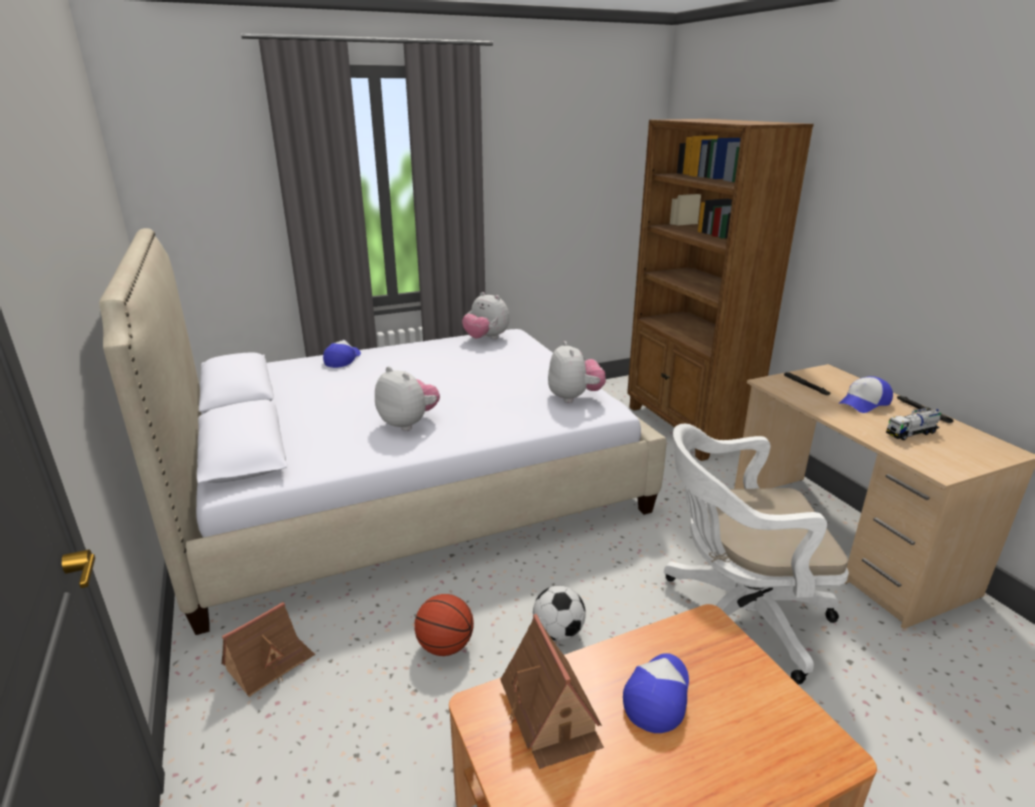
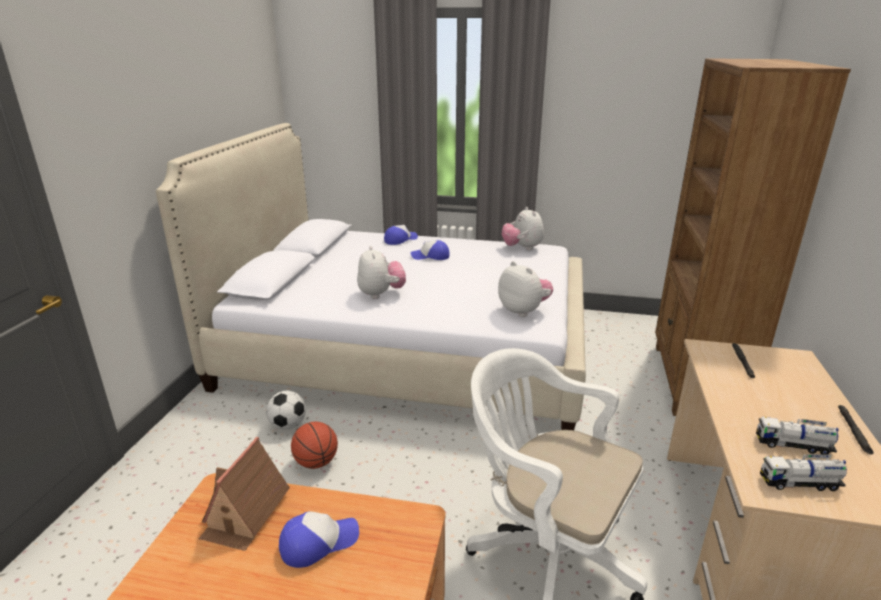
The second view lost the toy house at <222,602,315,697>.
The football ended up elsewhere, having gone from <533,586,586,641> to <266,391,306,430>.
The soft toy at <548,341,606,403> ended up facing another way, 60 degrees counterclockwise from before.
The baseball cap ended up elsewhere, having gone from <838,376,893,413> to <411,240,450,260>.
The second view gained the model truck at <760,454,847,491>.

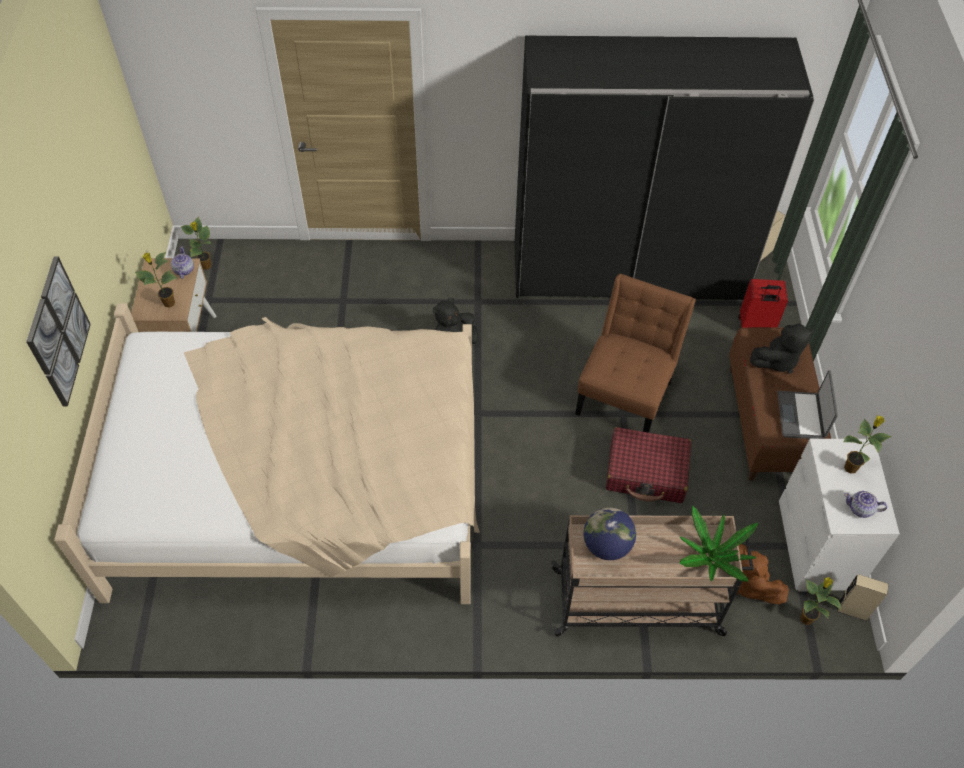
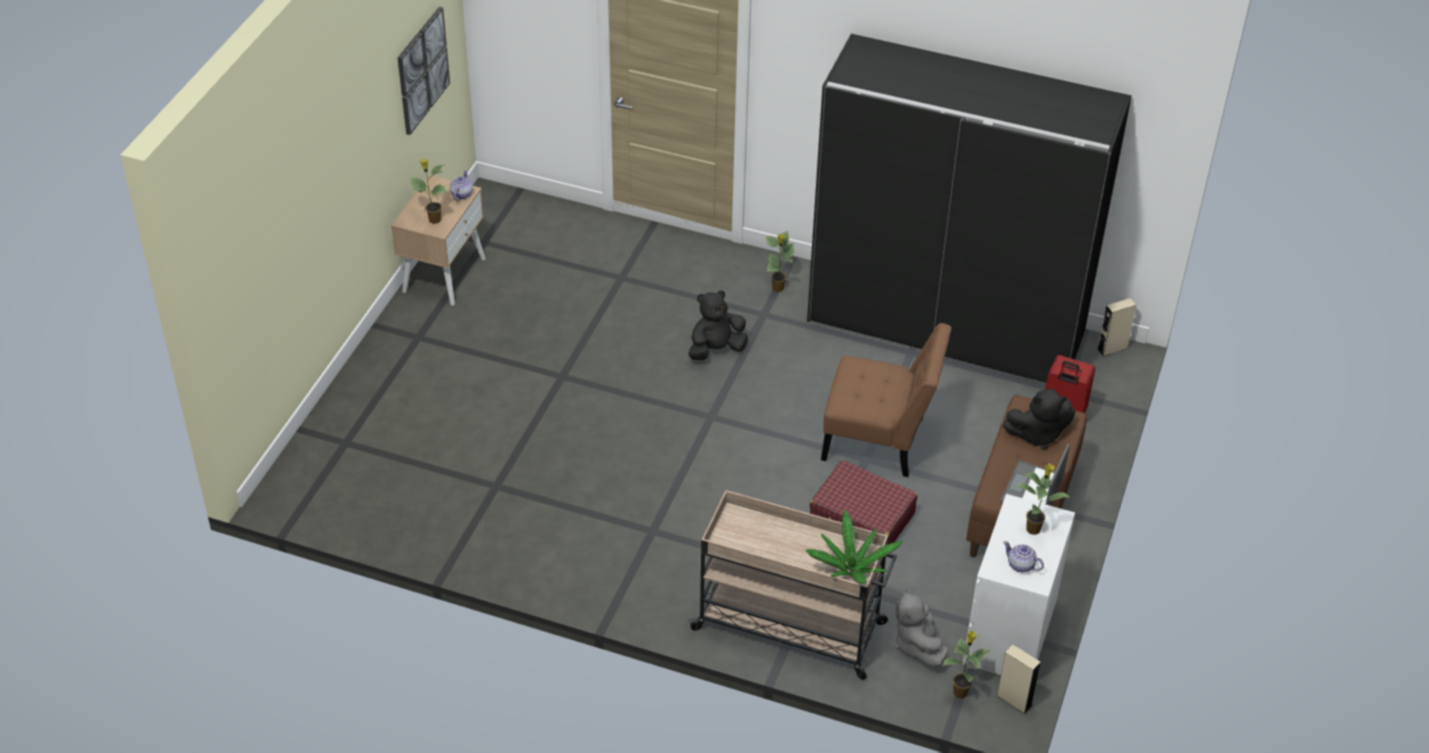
The wall picture ended up elsewhere, having gone from <26,256,91,406> to <398,7,450,135>.
The second view lost the sand-coloured sleeping bed at <54,303,480,604>.
The houseplant ended up elsewhere, having gone from <181,216,211,270> to <766,231,794,292>.
The brownish chair at <575,274,696,433> ended up facing another way, 60 degrees clockwise from before.
The second view lost the globe at <584,508,636,560>.
What was the brownish soft toy at <736,544,789,604> turned into the grey soft toy at <895,589,948,667>.

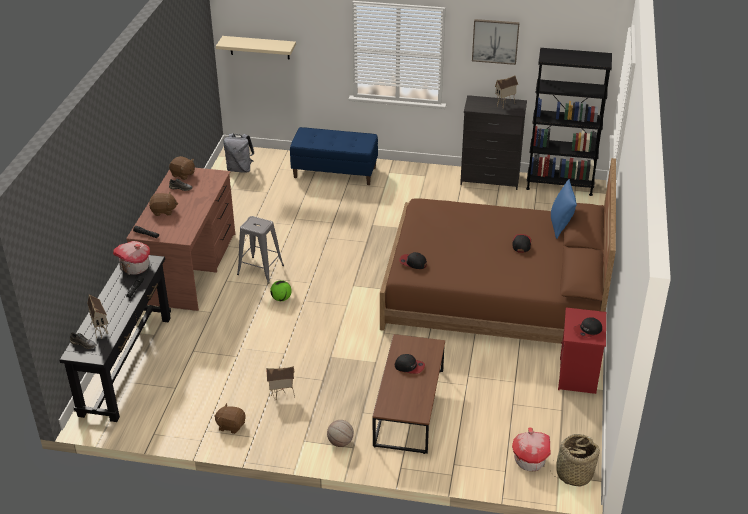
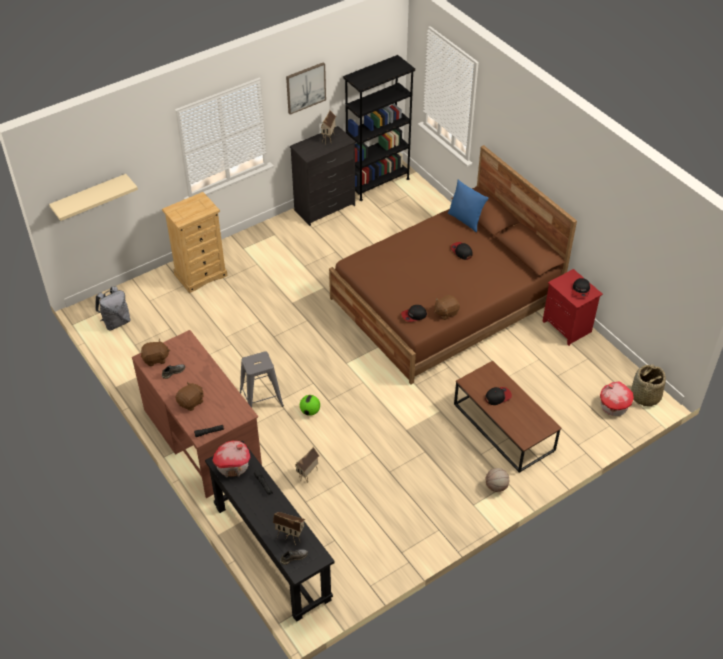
The brownish soft toy ended up elsewhere, having gone from <214,403,246,434> to <434,295,460,320>.
The toy house ended up elsewhere, having gone from <266,366,295,400> to <295,447,319,483>.
Where the blue-coloured indoor bench stood at <290,127,378,185>, the sand-coloured dresser came to stand at <162,192,228,293>.

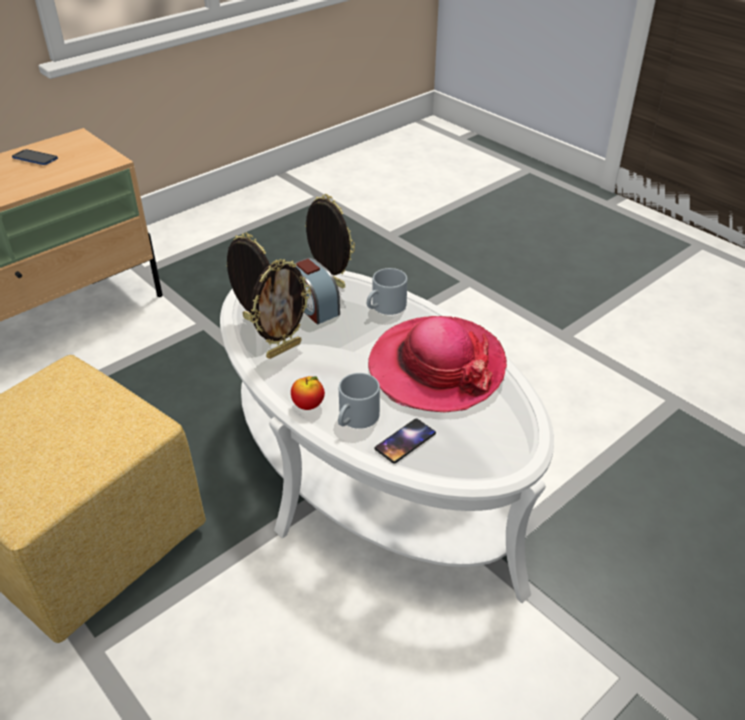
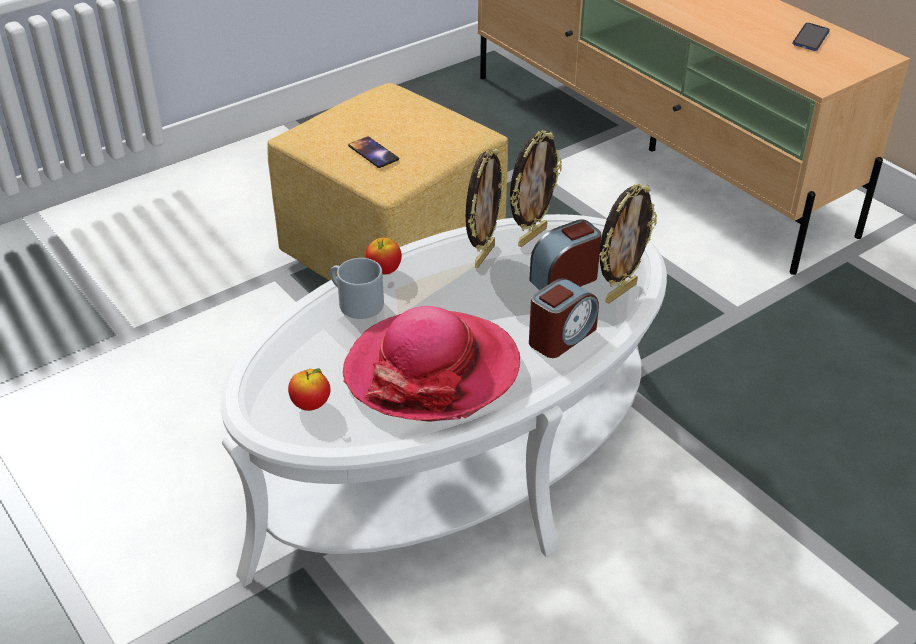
The photo frame at <249,259,311,359> ended up facing another way, 120 degrees counterclockwise from before.
Where the grey mug stood at <367,268,407,315>, the table clock came to stand at <529,278,599,358>.
The telephone ended up elsewhere, having gone from <375,419,436,464> to <348,136,399,168>.
The second view gained the apple fruit at <288,369,331,411>.

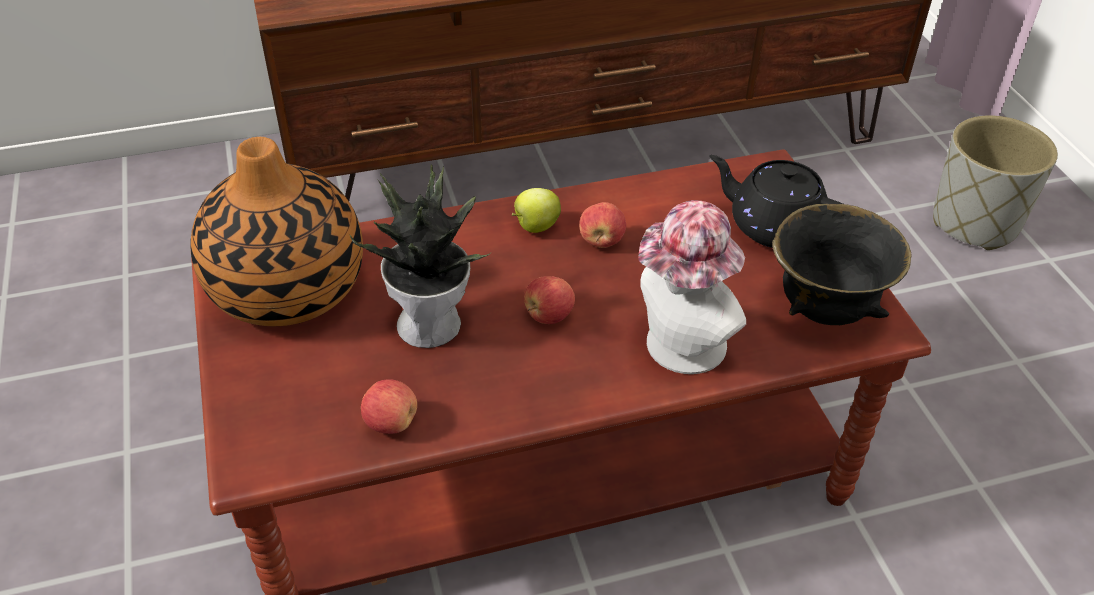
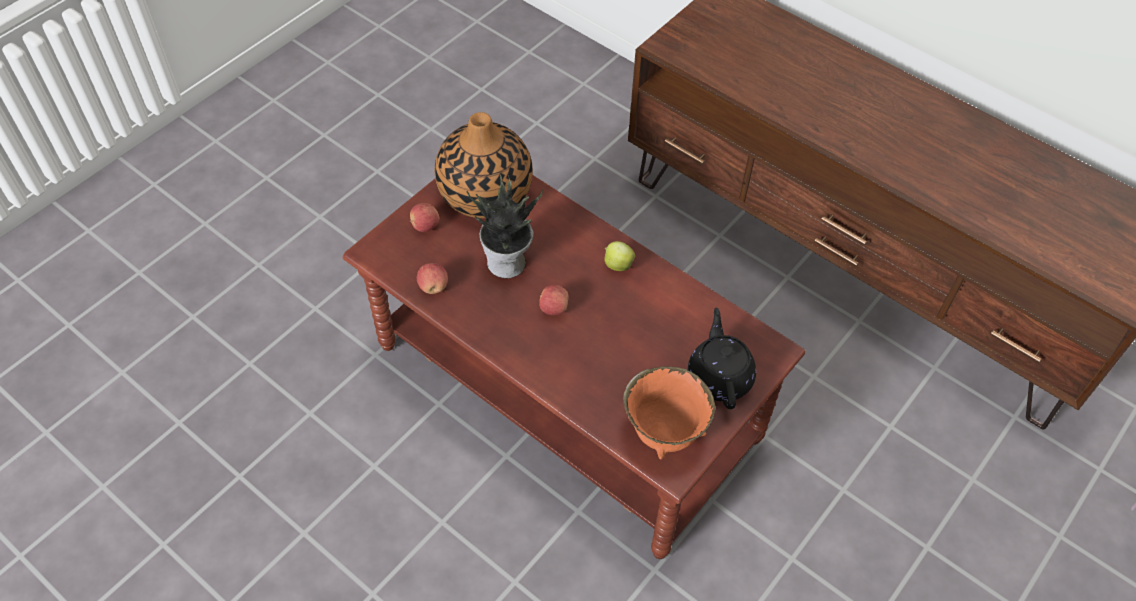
The apple fruit ended up elsewhere, having gone from <579,202,626,248> to <410,203,439,232>.
The second view lost the wearable hat at <639,200,746,374>.
What was the blackish deep dish at <772,204,912,325> turned into the orange-coloured deep dish at <623,366,715,459>.
The second view lost the grey flower pot at <933,115,1058,250>.

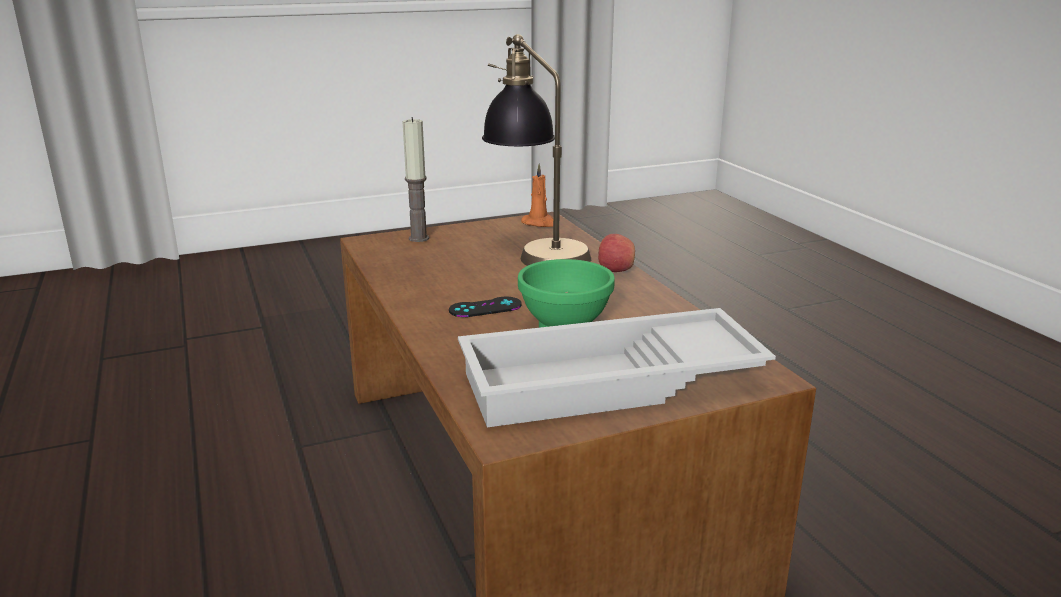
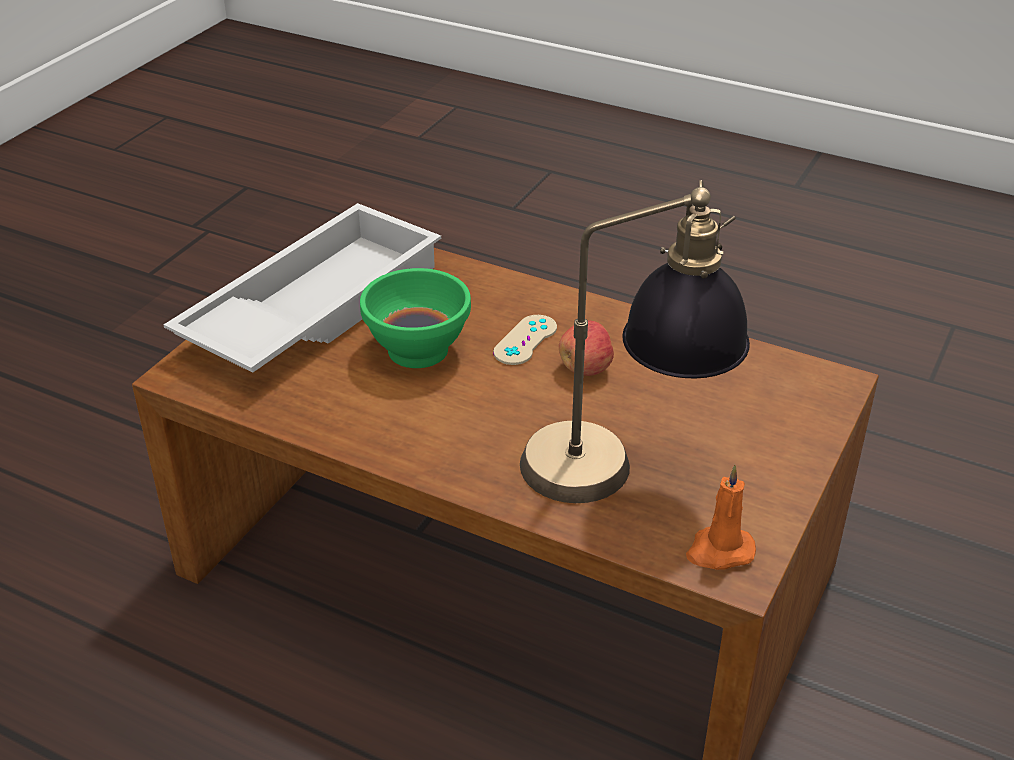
The second view lost the wax candle at <403,117,429,242>.
What was the blackish game controller at <449,297,522,317> turned into the sand-coloured game controller at <493,315,557,365>.
The apple fruit ended up elsewhere, having gone from <598,234,635,272> to <559,321,614,376>.

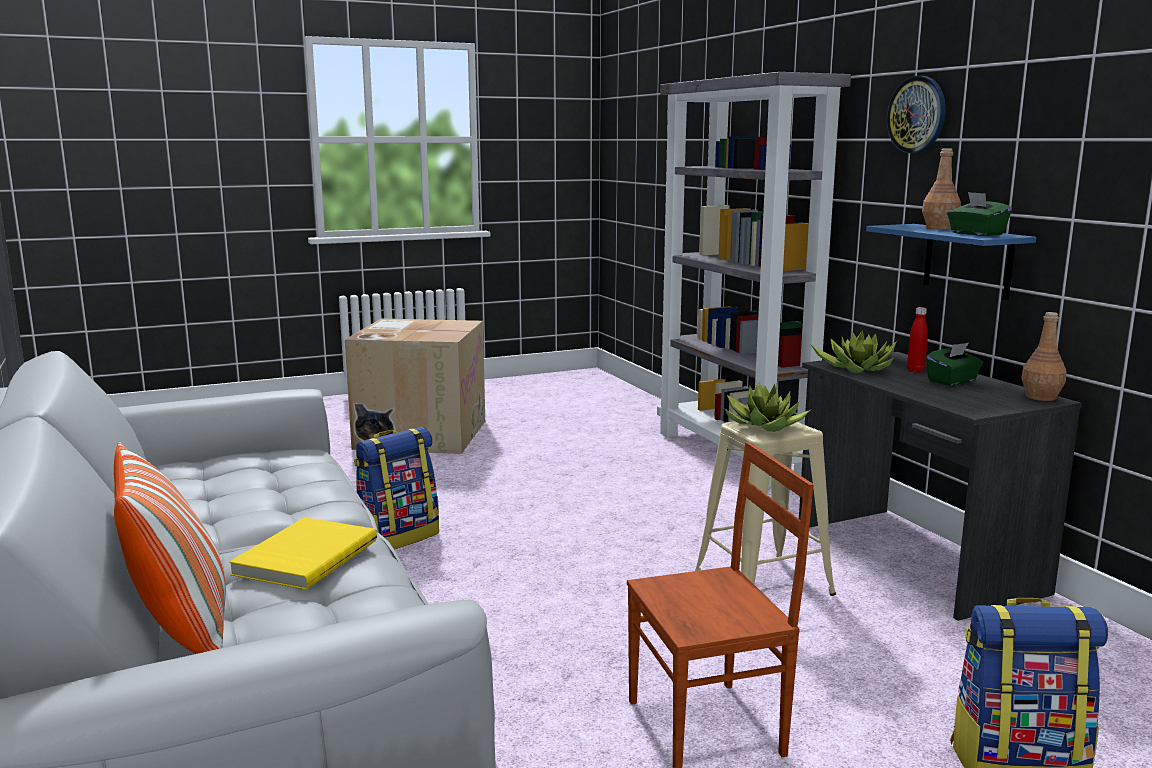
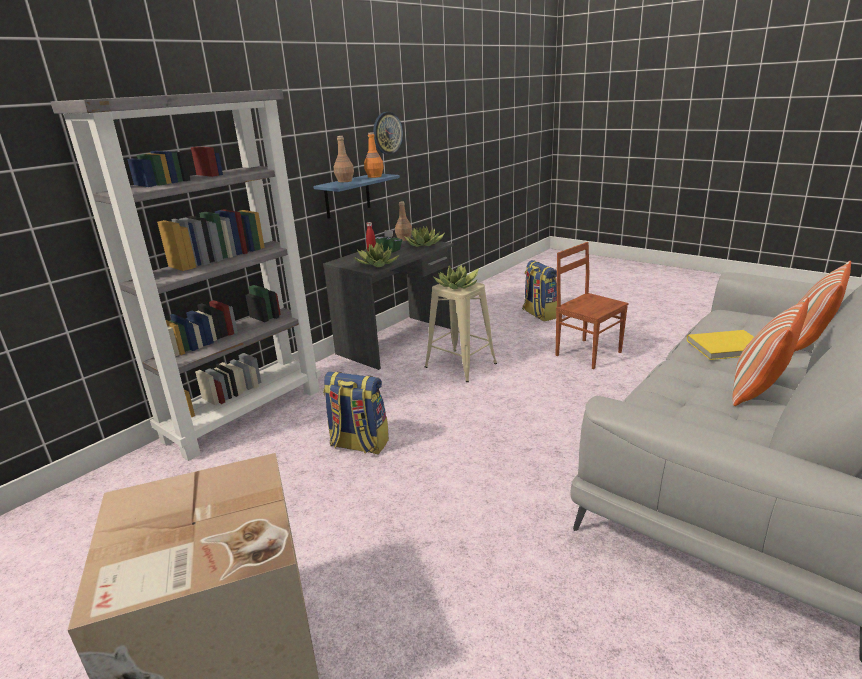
The knapsack ended up elsewhere, having gone from <354,427,439,550> to <323,371,389,455>.
The wall clock ended up elsewhere, having gone from <887,76,946,153> to <373,112,403,154>.
Where the green tissue box stood at <947,192,1012,236>, the orange-coloured drink bottle came to stand at <364,132,384,178>.
The second view gained the houseplant at <404,227,445,247>.
The second view gained the pillow at <732,297,809,406>.

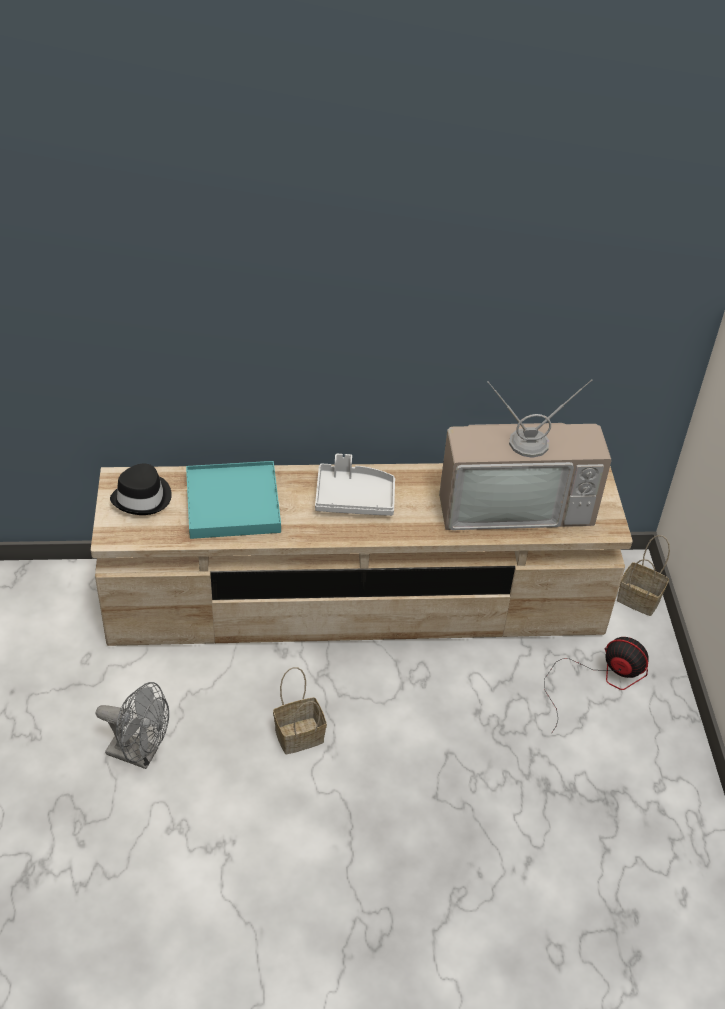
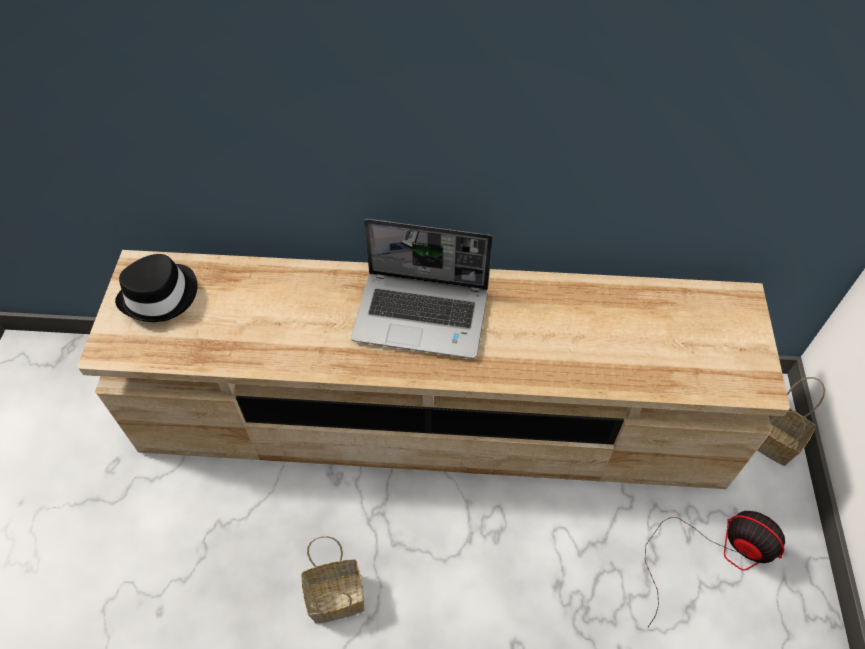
The second view lost the grey cooling fan at <95,682,169,769>.
The second view lost the turquoise-coloured tray at <186,461,281,539>.
Where the grey tray stood at <315,454,395,516>, the laptop came to stand at <351,219,493,359>.
The second view lost the TV at <439,379,612,530>.

